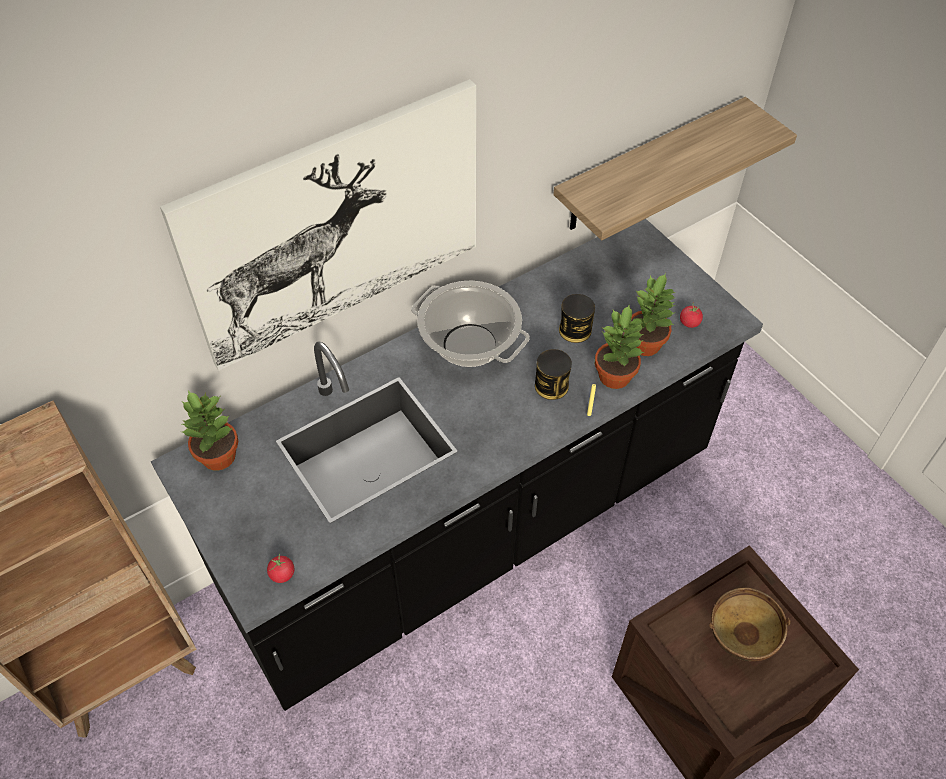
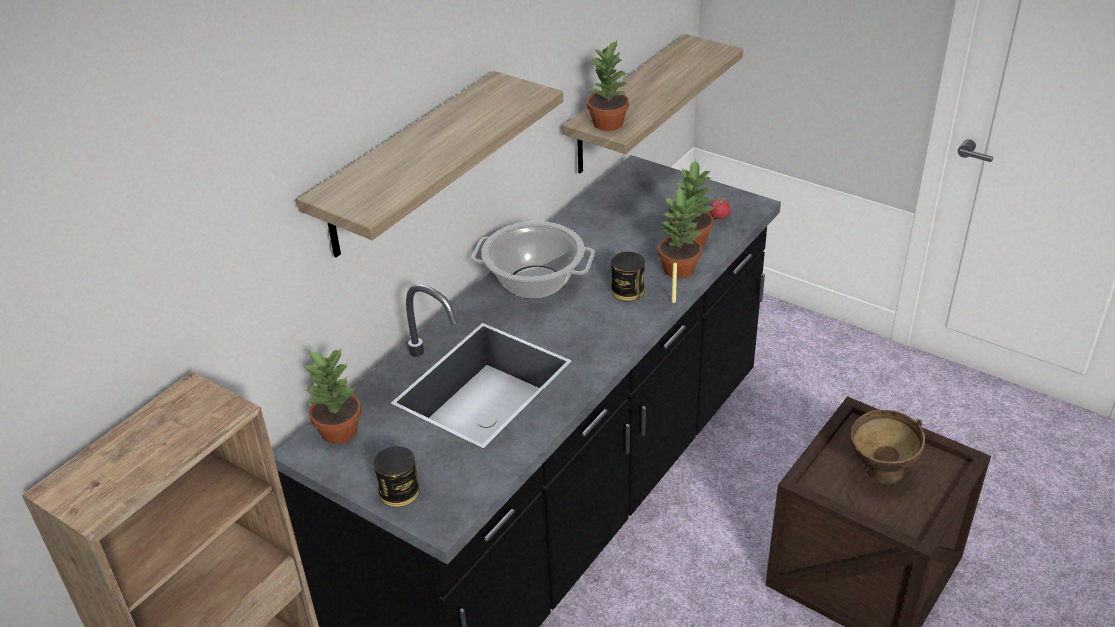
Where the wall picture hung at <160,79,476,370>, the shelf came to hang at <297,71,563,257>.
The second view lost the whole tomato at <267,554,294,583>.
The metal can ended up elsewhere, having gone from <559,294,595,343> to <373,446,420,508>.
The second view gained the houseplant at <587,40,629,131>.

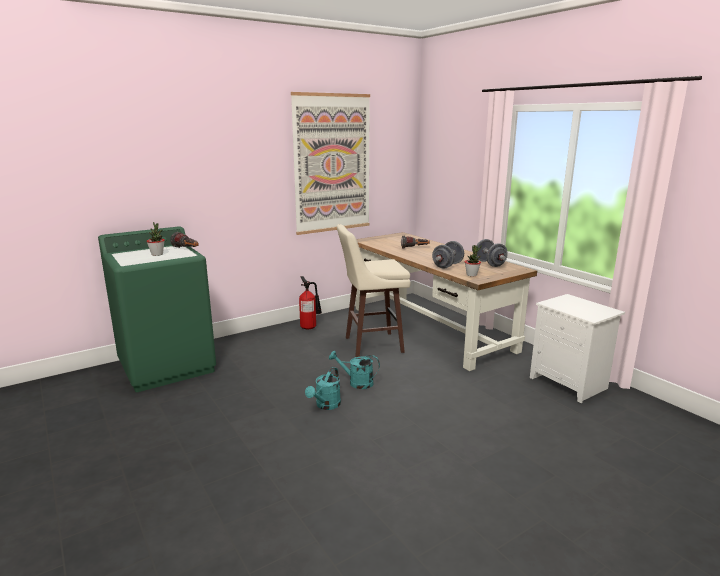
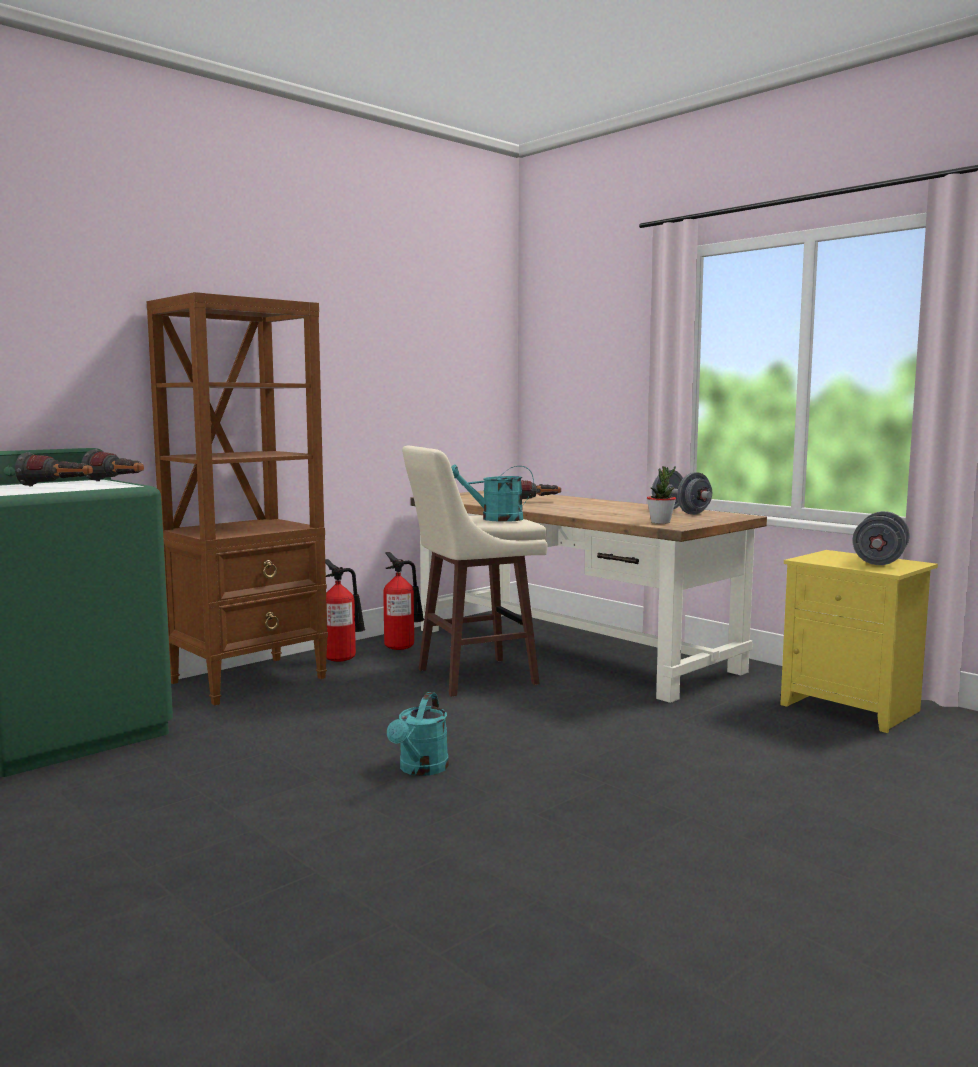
Where the houseplant stood at <146,222,165,256>, the hand torch came to stand at <15,452,93,486>.
The second view lost the wall picture at <291,92,370,235>.
The turquoise-coloured watering pot ended up elsewhere, having gone from <329,351,380,389> to <451,464,534,522>.
The grey hand weight ended up elsewhere, having gone from <432,241,464,269> to <852,511,910,565>.
What was the white nightstand at <530,294,625,403> turned into the yellowish nightstand at <780,550,938,733>.
The second view gained the brownish shelving unit at <147,292,328,706>.
The second view gained the extinguisher at <383,552,424,650>.

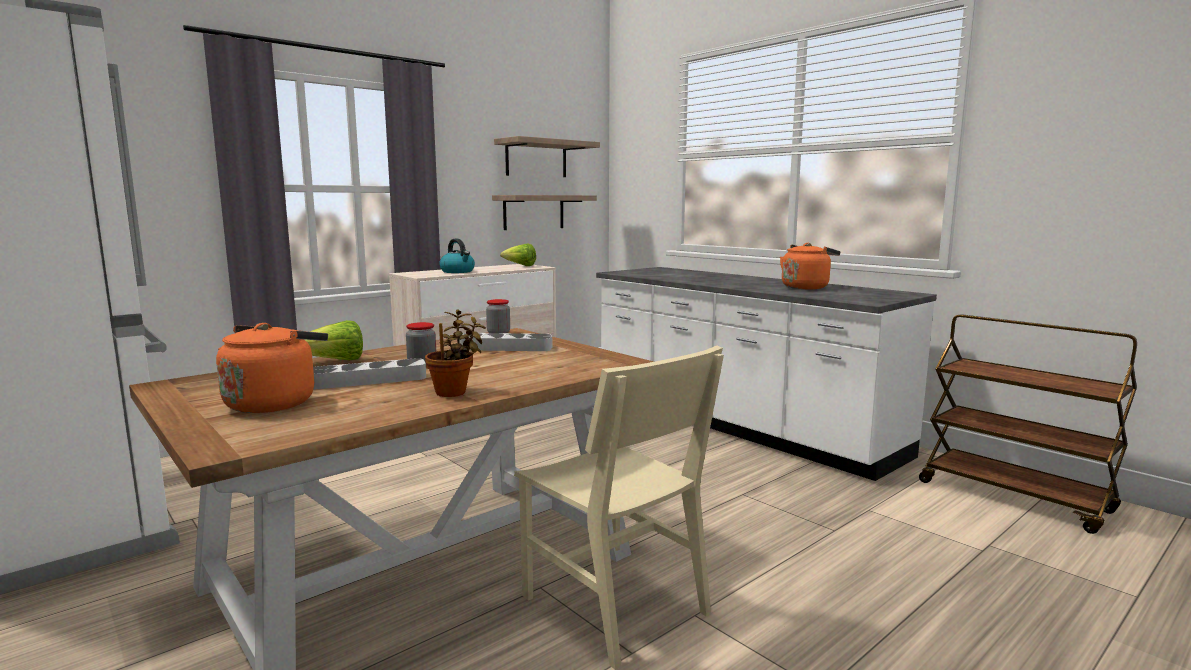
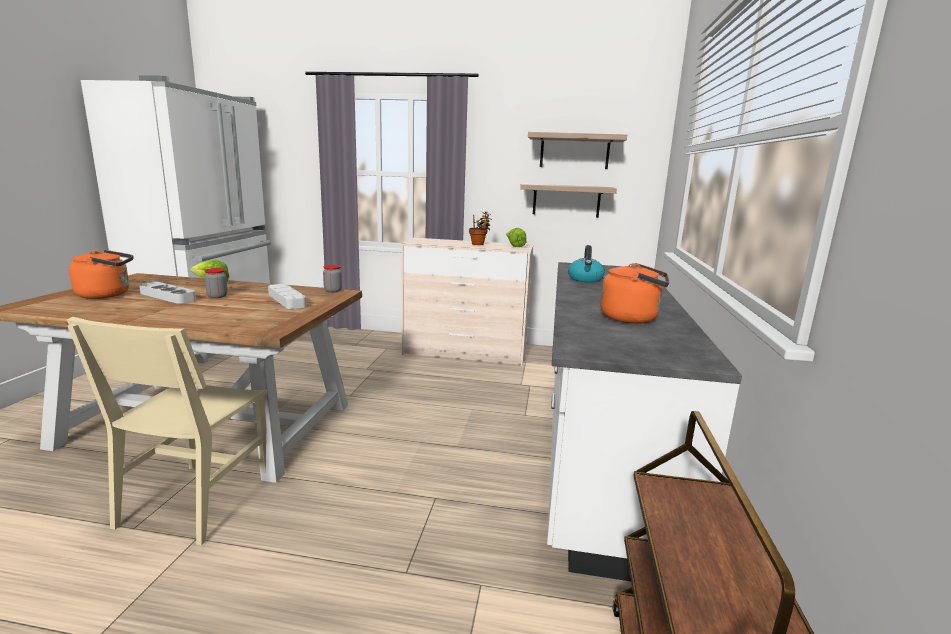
The houseplant ended up elsewhere, having gone from <425,309,486,397> to <469,212,492,245>.
The kettle ended up elsewhere, having gone from <439,239,475,273> to <568,245,605,283>.

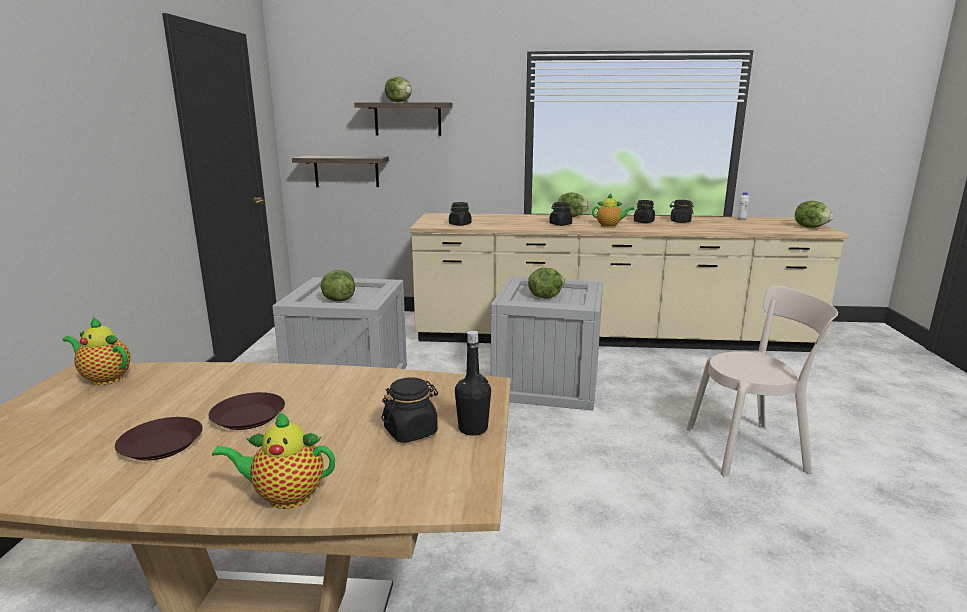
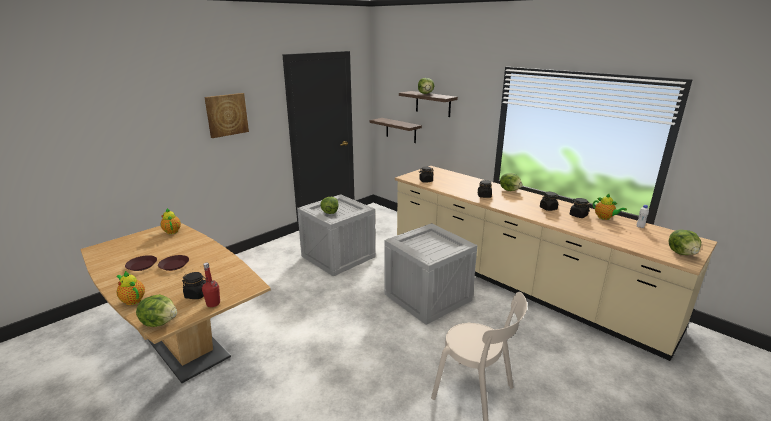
What was the blackish drink bottle at <455,330,491,436> turned into the reddish drink bottle at <202,263,220,307>.
The lettuce ended up elsewhere, having gone from <528,268,565,299> to <136,294,177,327>.
The pot for tea ended up elsewhere, having gone from <592,193,635,228> to <593,193,627,220>.
The second view gained the wall picture at <204,93,249,138>.

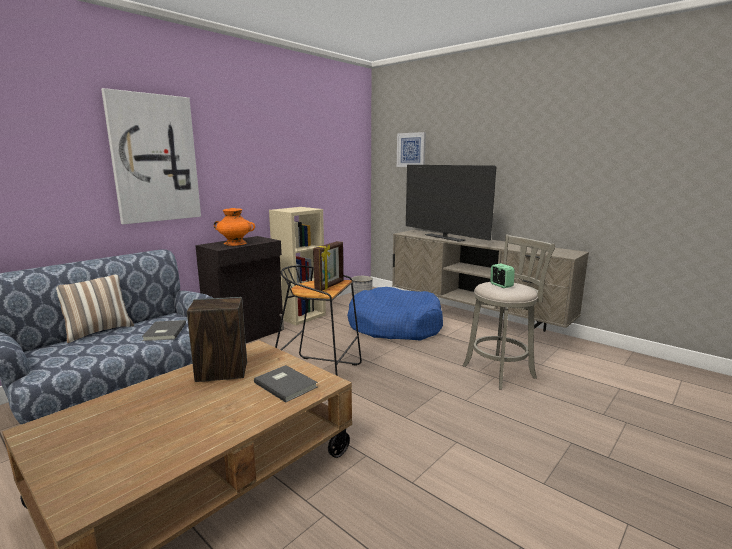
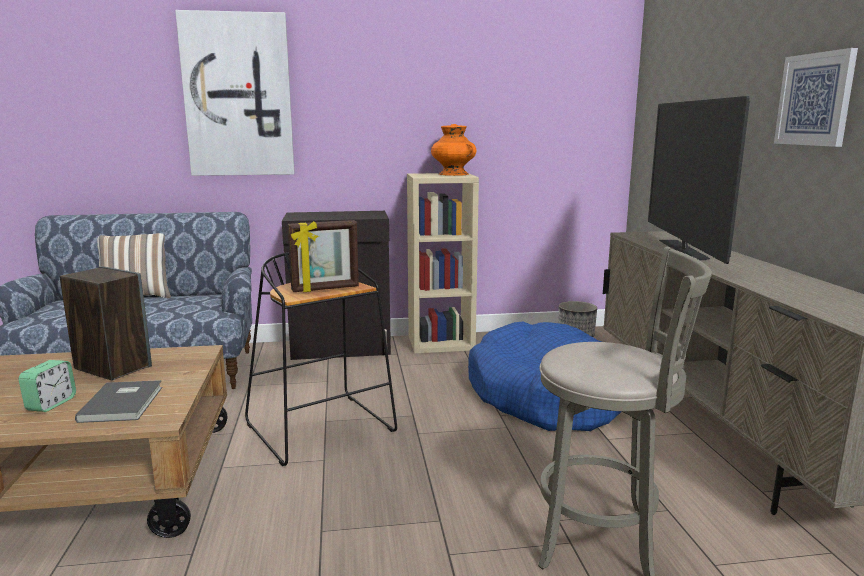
The second view lost the grey book at <142,320,186,341>.
The orange-coloured flower vase ended up elsewhere, having gone from <214,208,255,246> to <431,124,477,176>.
The wall picture ended up elsewhere, having gone from <397,132,426,167> to <774,48,858,147>.
The table clock ended up elsewhere, having gone from <490,264,515,288> to <19,360,76,412>.

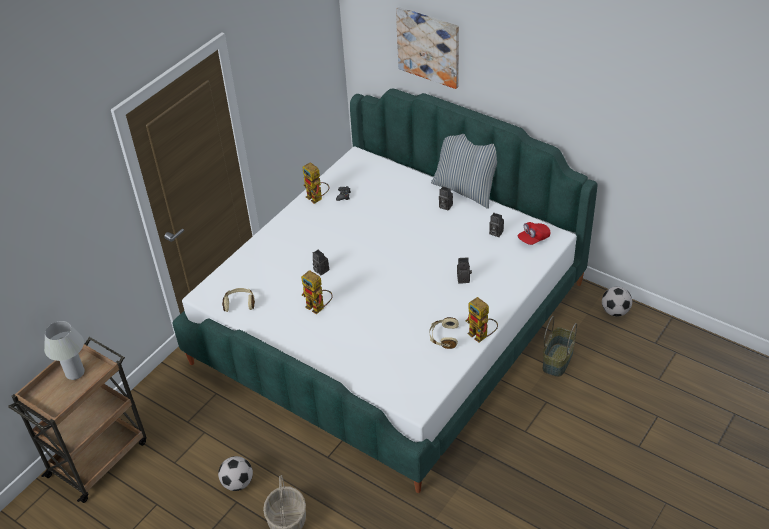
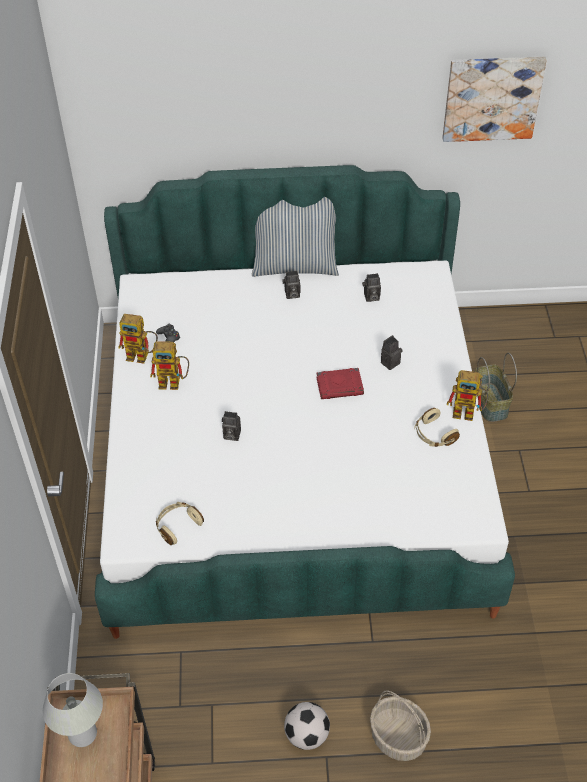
The model robot ended up elsewhere, having gone from <301,270,333,314> to <150,341,189,390>.
The wall picture ended up elsewhere, having gone from <396,7,459,89> to <442,57,547,142>.
The second view lost the reddish baseball cap at <518,222,551,245>.
The second view lost the football at <602,287,632,317>.
The second view gained the reddish book at <316,368,364,399>.

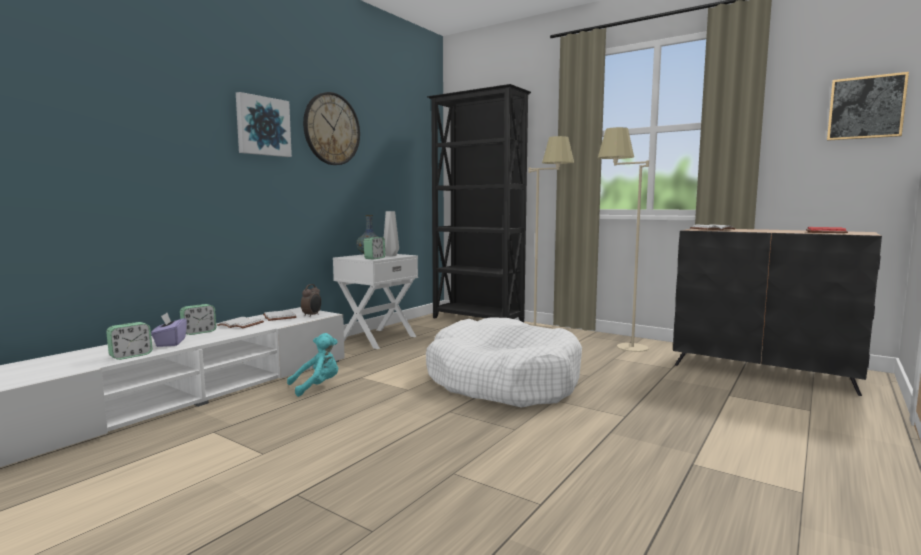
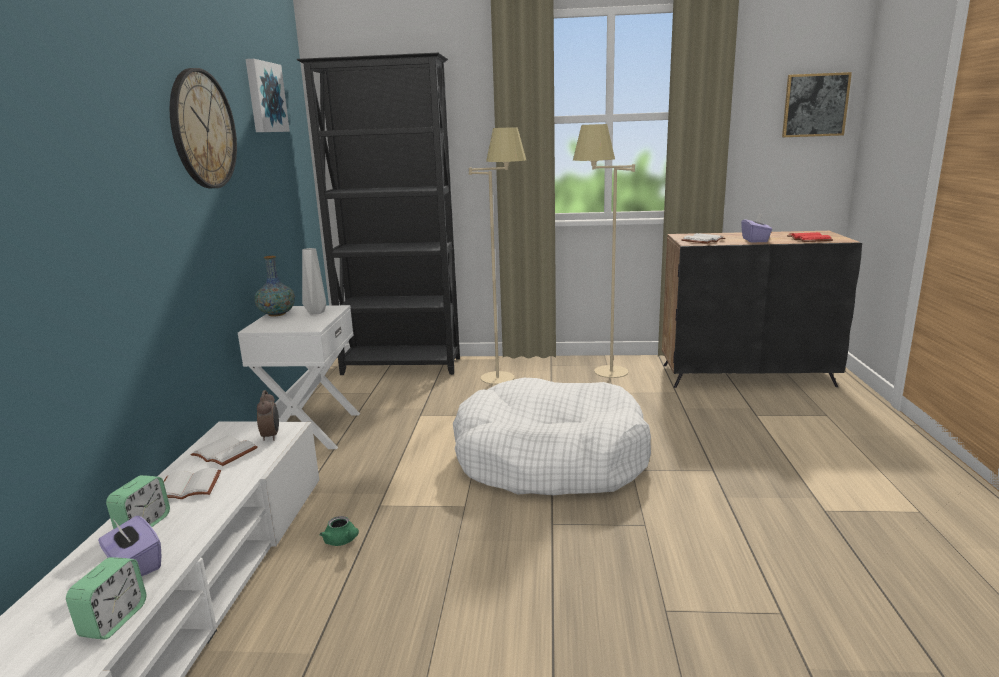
The wall picture ended up elsewhere, having gone from <236,92,292,157> to <246,59,290,132>.
Where the turquoise-coloured soft toy stood at <287,333,338,397>, the green pot for tea came to stand at <320,516,359,546>.
The second view lost the table clock at <364,237,385,259>.
The second view gained the purple tissue box at <741,213,772,242>.

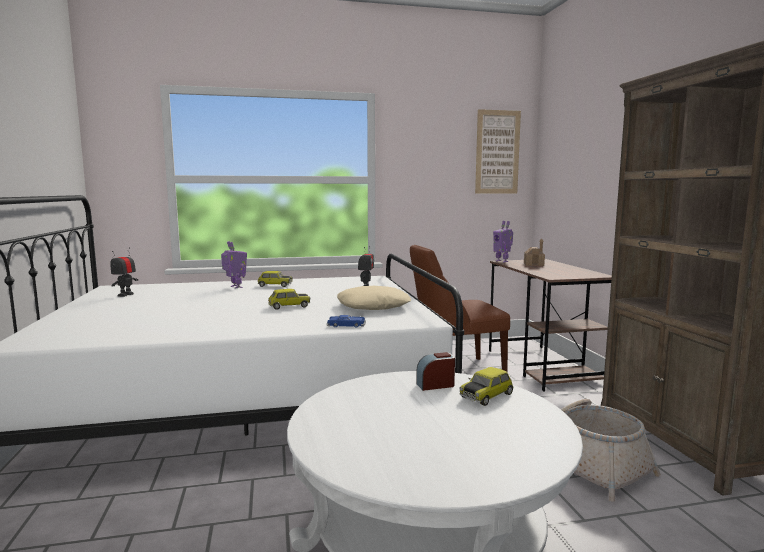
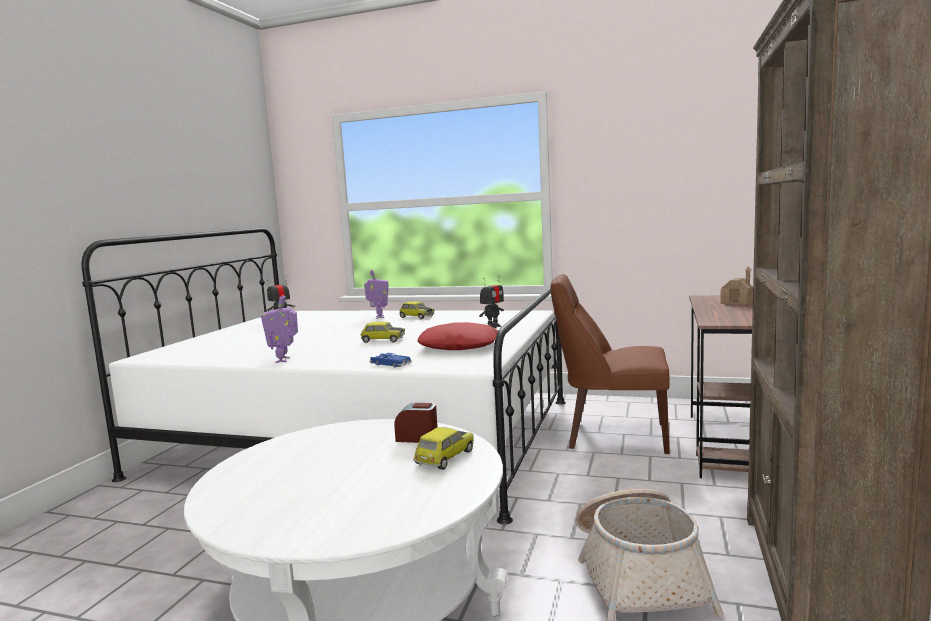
What was the sand-coloured pillow at <337,286,411,310> turned into the reddish pillow at <417,322,498,350>.
The miniature car at <459,367,514,406> ended up facing another way, 135 degrees clockwise from before.
The second view lost the wall picture at <475,109,521,193>.
The model robot ended up elsewhere, having gone from <493,221,513,262> to <261,295,298,363>.

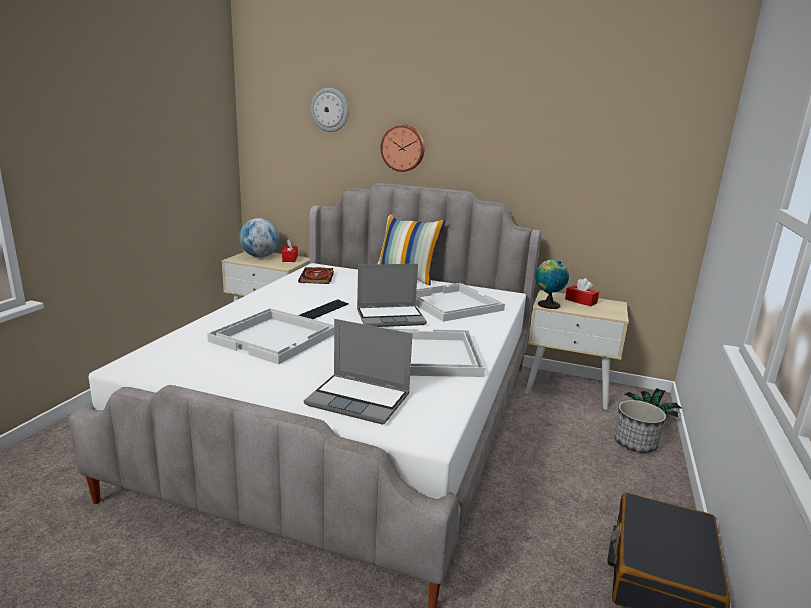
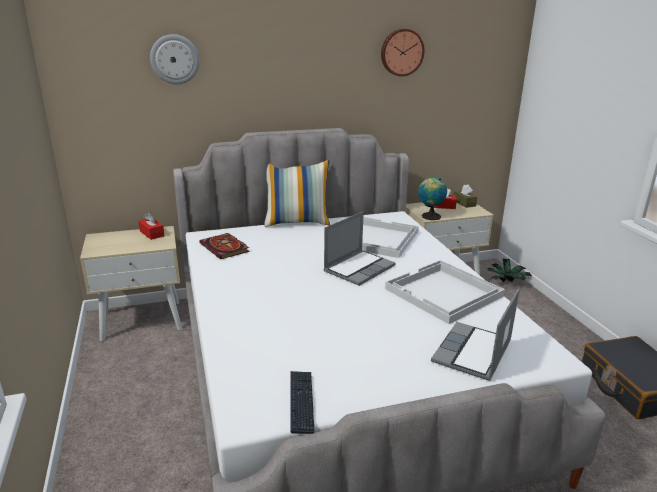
The second view lost the white tray at <207,308,334,364>.
The second view lost the globe at <239,218,279,257>.
The keyboard ended up elsewhere, having gone from <298,299,349,319> to <290,371,315,434>.
The laptop at <304,319,412,425> ended up facing another way, 135 degrees clockwise from before.
The wall clock ended up elsewhere, having gone from <380,125,425,172> to <381,29,425,76>.
The second view lost the flower pot at <614,400,666,452>.
The second view gained the brownish tissue box at <454,184,477,208>.

